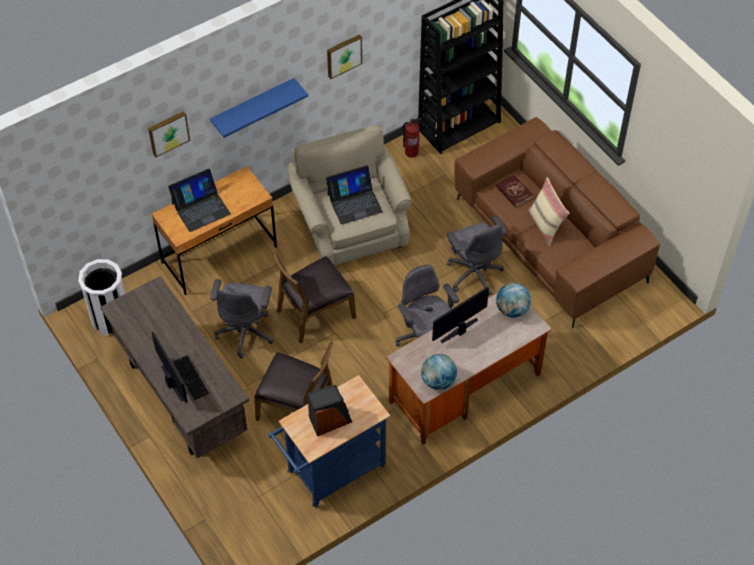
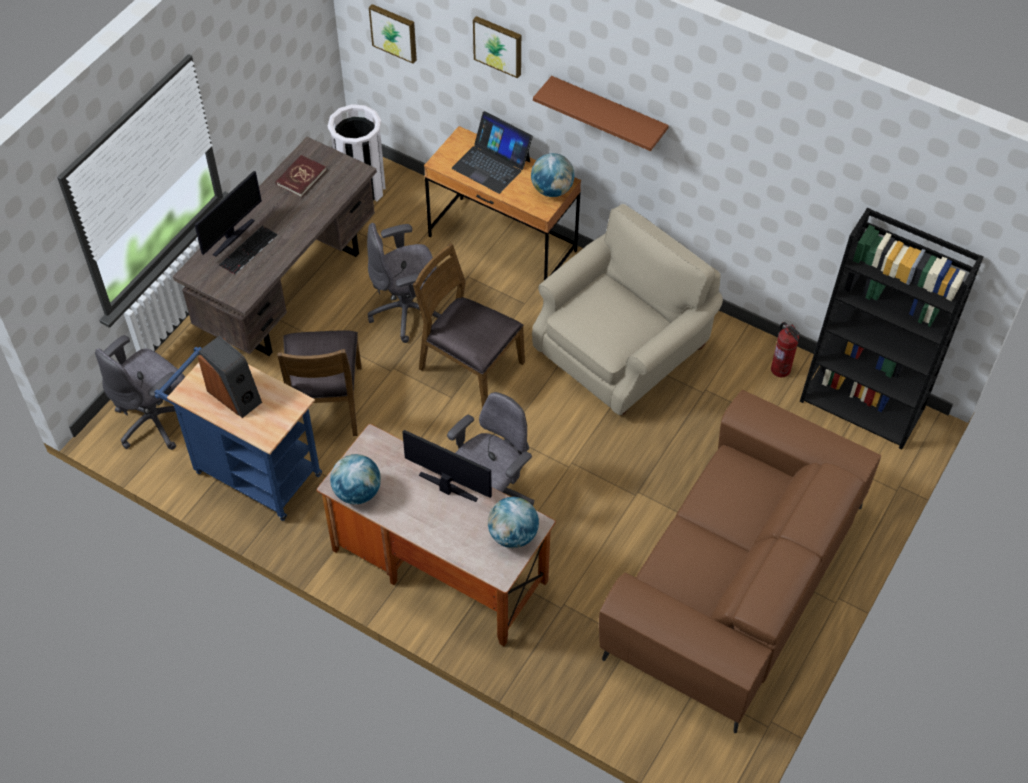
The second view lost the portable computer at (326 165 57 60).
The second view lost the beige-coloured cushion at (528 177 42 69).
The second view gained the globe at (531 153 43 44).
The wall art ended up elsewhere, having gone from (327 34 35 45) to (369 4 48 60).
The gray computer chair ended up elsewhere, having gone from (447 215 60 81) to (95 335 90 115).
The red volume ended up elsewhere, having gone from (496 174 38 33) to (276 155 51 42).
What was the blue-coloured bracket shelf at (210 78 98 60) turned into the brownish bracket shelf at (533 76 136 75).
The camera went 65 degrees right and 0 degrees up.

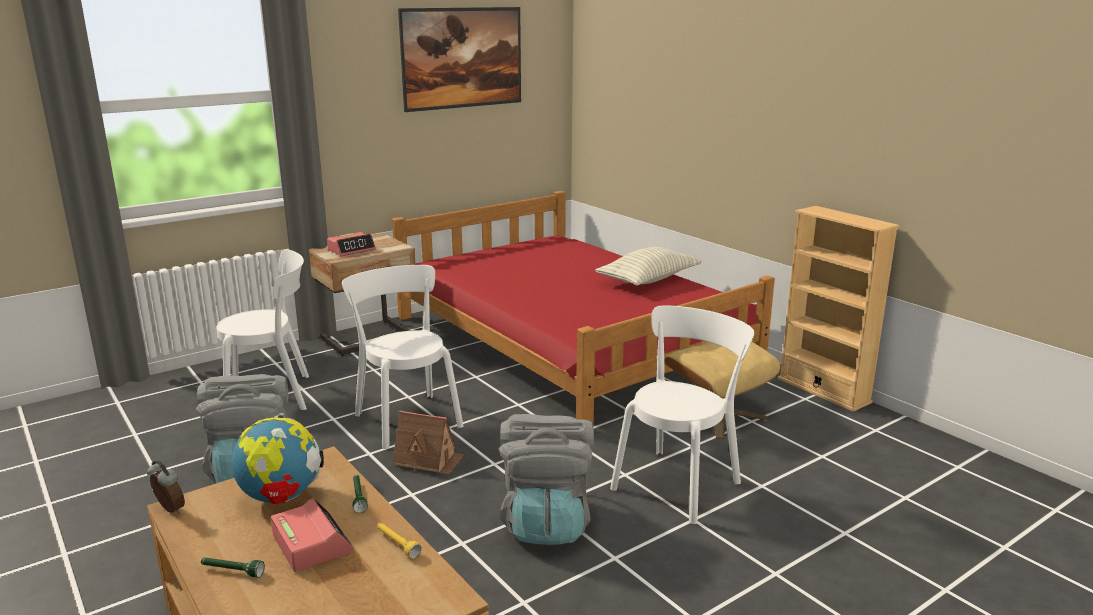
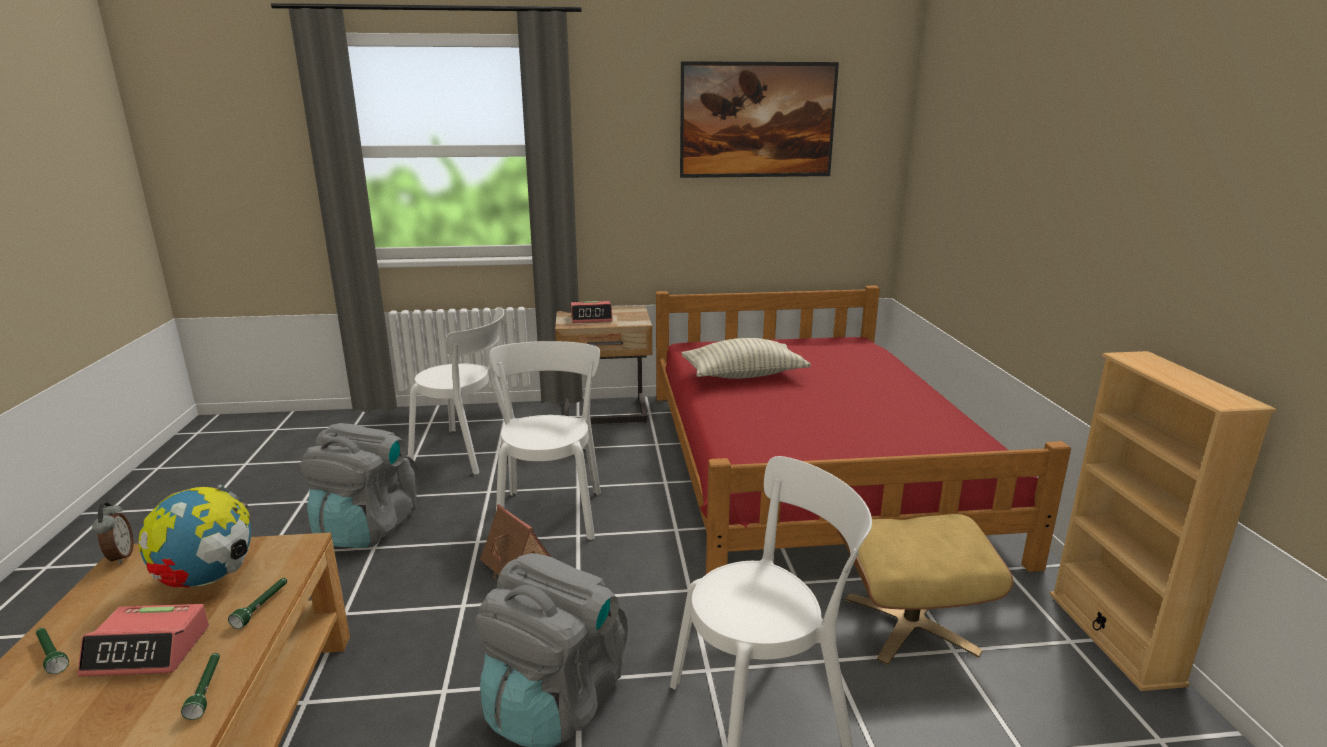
The cushion ended up elsewhere, having gone from (595 247 106 39) to (681 338 130 41).
What was the yellowish torch at (377 523 45 36) turned into the greenish torch at (181 653 39 67).
The bedside clock at (271 498 83 74) ended up facing another way, 90 degrees clockwise from before.
The camera went 30 degrees right and 0 degrees up.

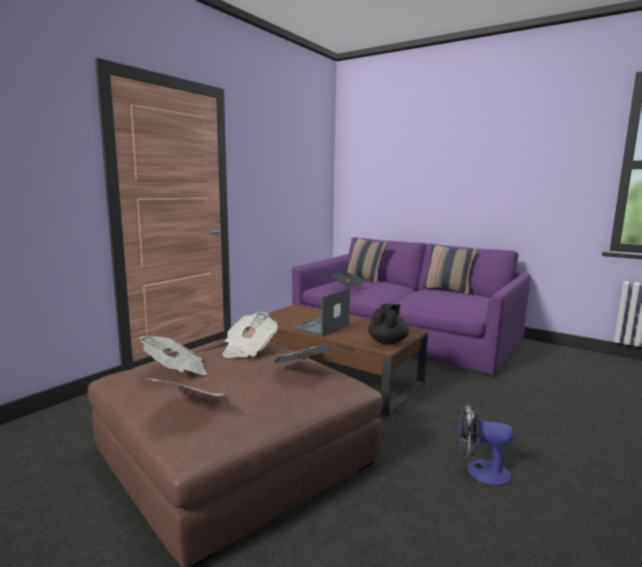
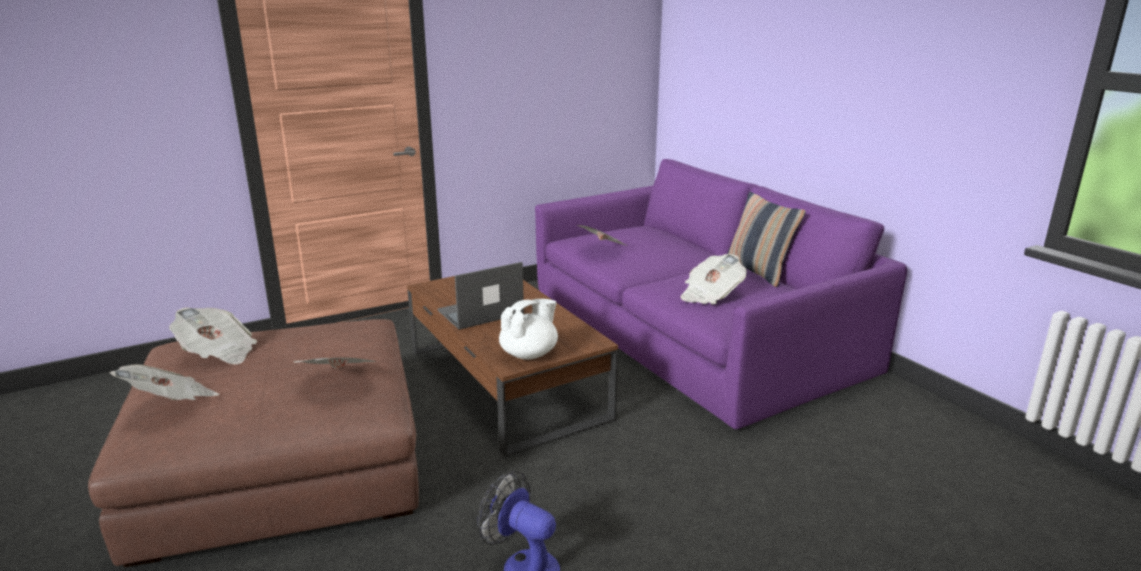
The second view lost the cushion at (347 238 41 45).
The daily paper ended up elsewhere, having gone from (222 312 56 46) to (680 254 67 51).
What was the black pot for tea at (368 304 41 40) turned into the whitish pot for tea at (499 299 59 61).
The camera went 25 degrees right and 10 degrees up.

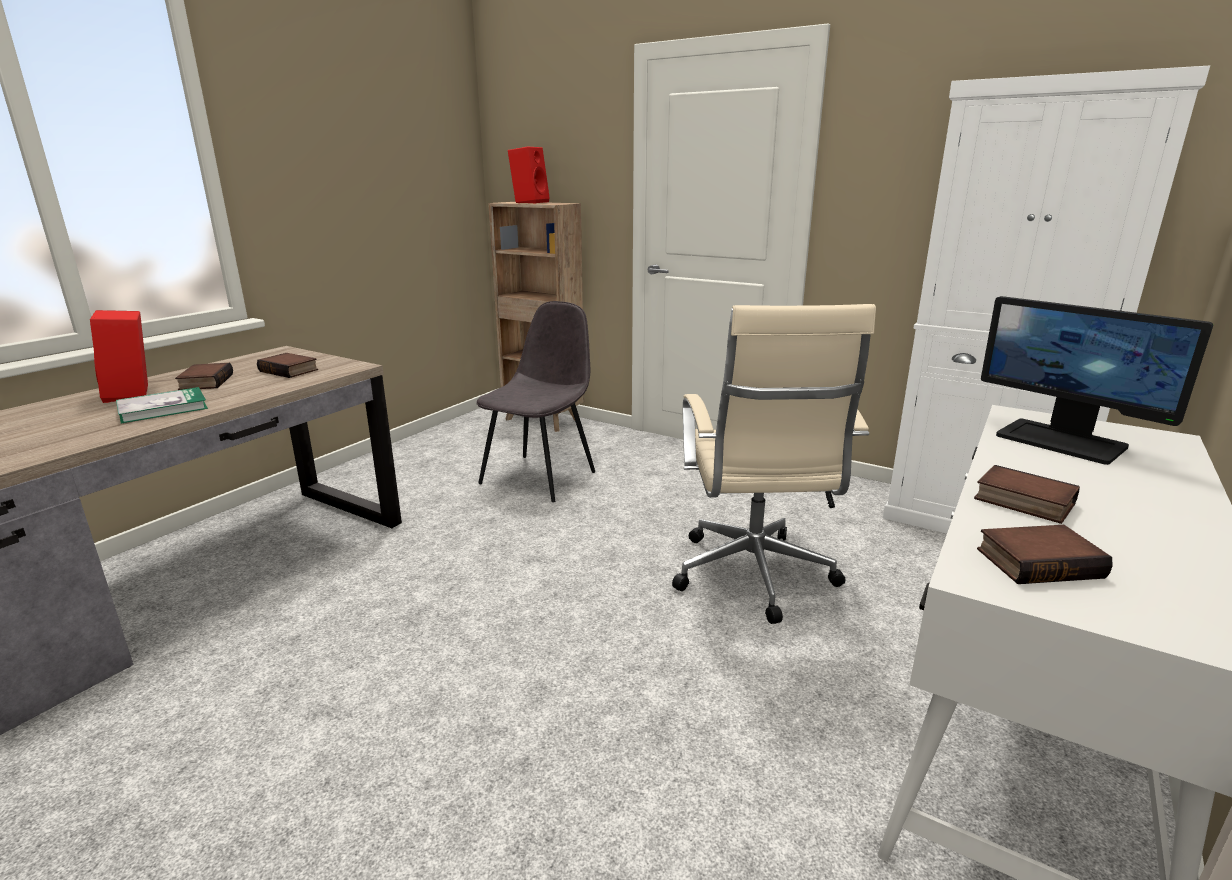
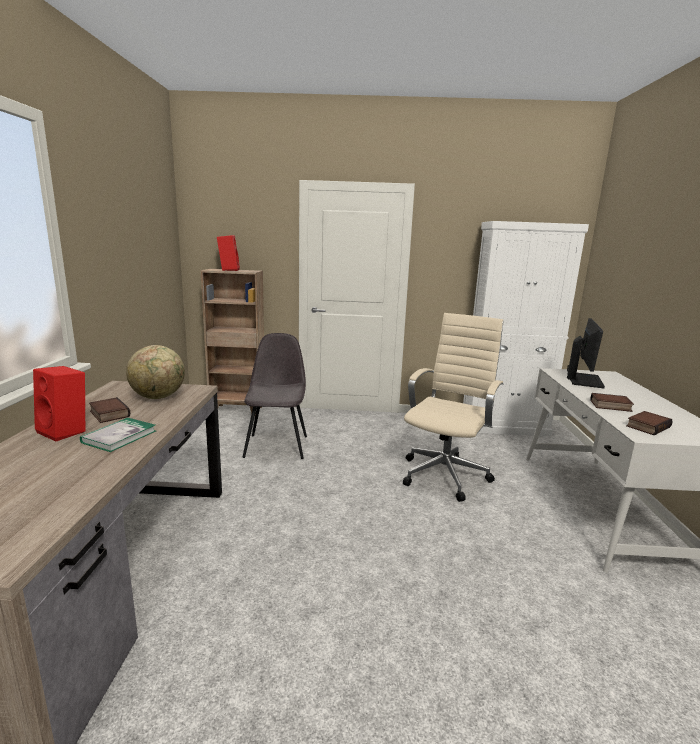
Where the volume stood at (257 353 61 25), the globe came to stand at (126 345 59 54).
The beige-coloured computer chair at (672 304 204 320) ended up facing another way, 120 degrees counterclockwise from before.
The computer screen at (981 296 232 169) ended up facing another way, 90 degrees counterclockwise from before.
The camera went 30 degrees left and 5 degrees down.

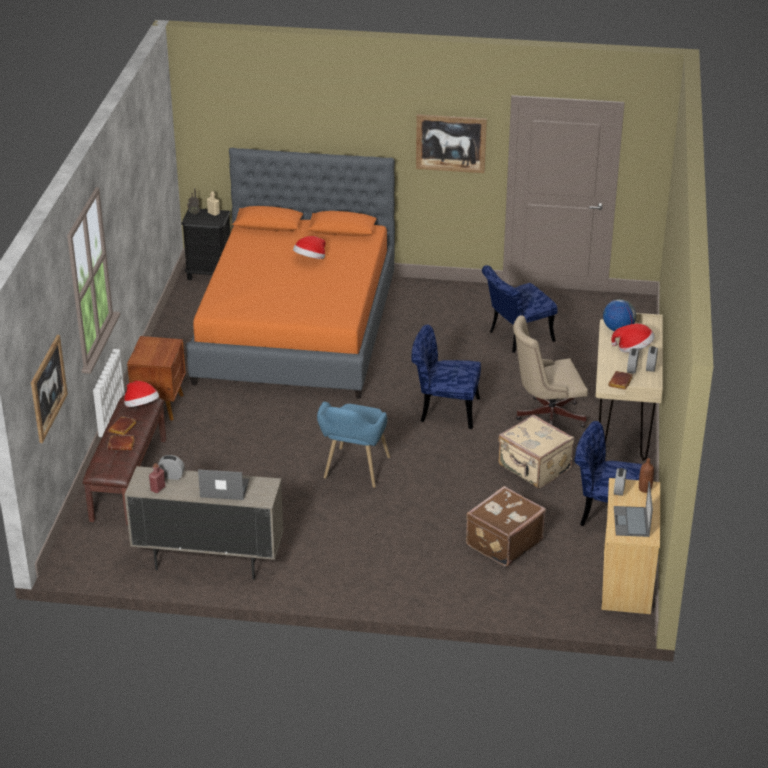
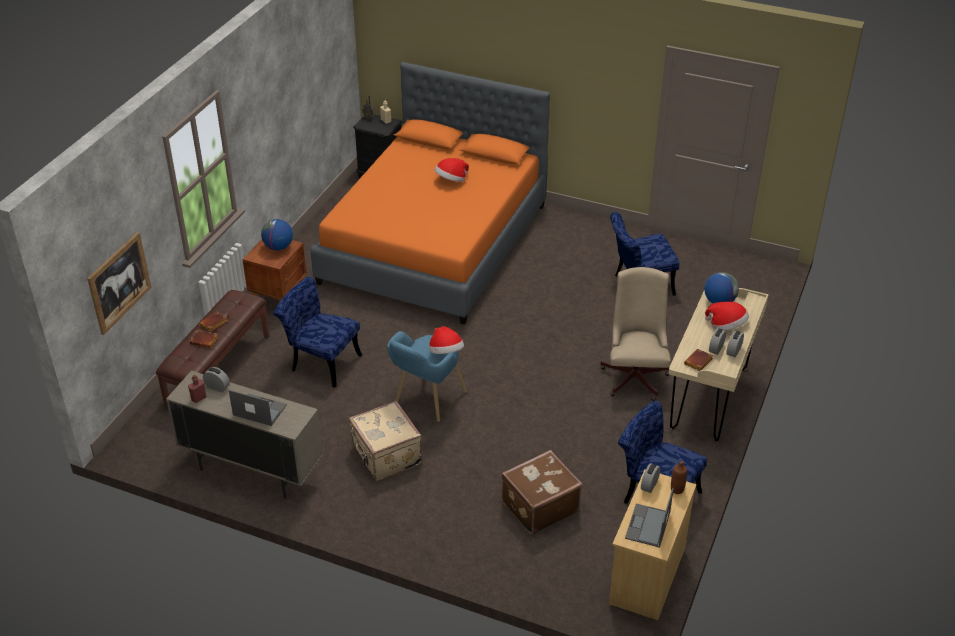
The second view lost the wall art at (416 114 71 59).
The second view gained the globe at (261 219 32 31).
The wearable hat ended up elsewhere, having gone from (124 381 35 26) to (429 326 35 28).
The blue-coloured chair ended up elsewhere, having gone from (411 325 70 104) to (273 276 89 112).
The beige-coloured piece of luggage ended up elsewhere, having gone from (498 414 76 74) to (349 401 74 80).
The beige-coloured computer chair at (513 315 75 113) ended up facing another way, 90 degrees clockwise from before.
The camera went 15 degrees right and 5 degrees up.

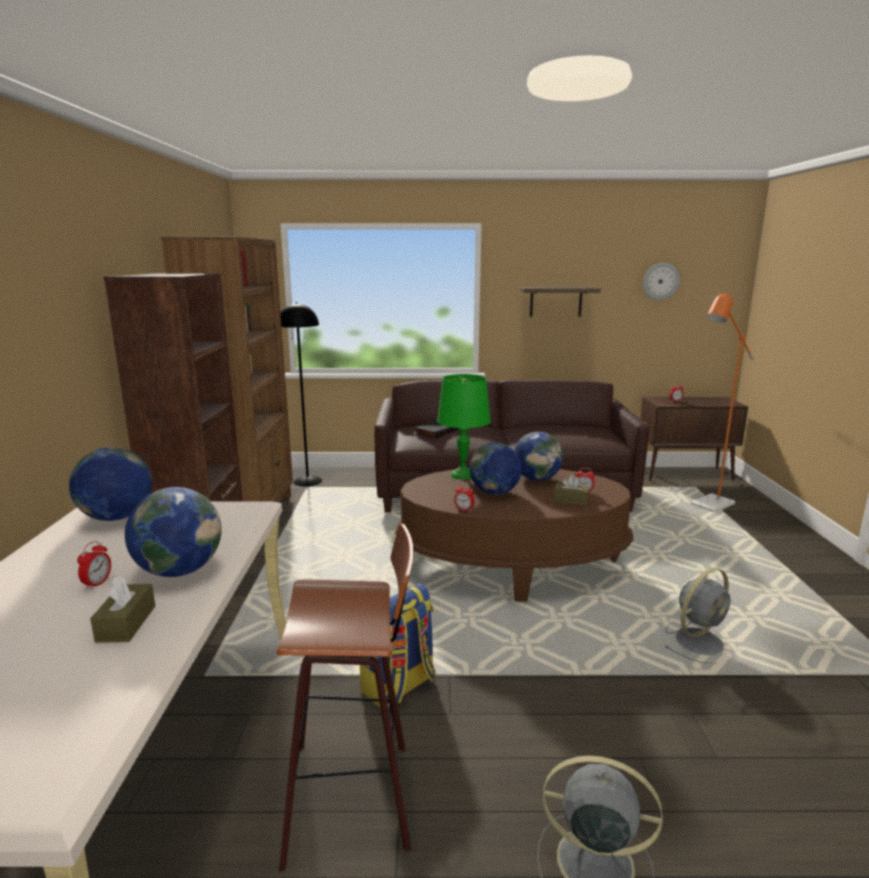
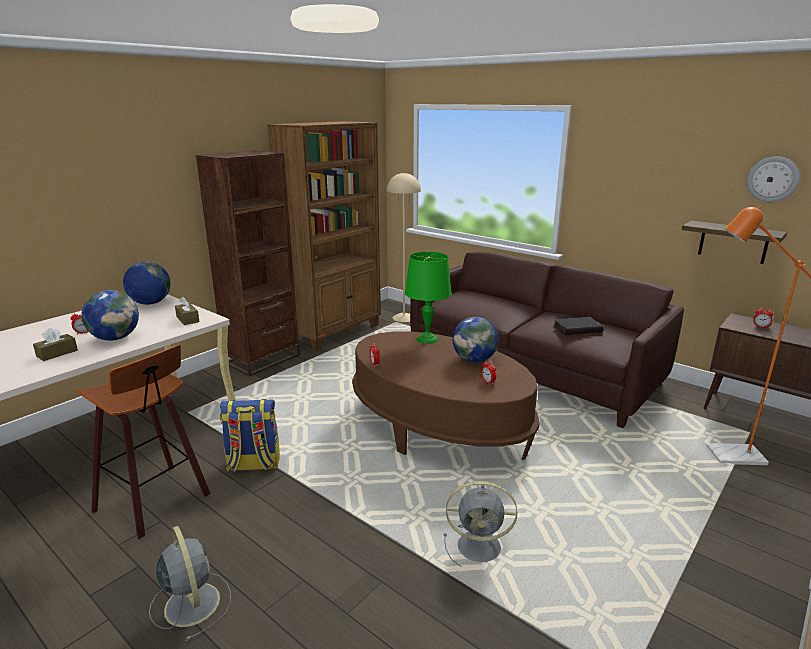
The second view lost the globe at (470 442 52 53).
The black volume ended up elsewhere, having gone from (415 421 44 17) to (553 317 50 18).
The bracket shelf ended up elsewhere, having gone from (520 287 81 30) to (682 221 105 43).
The brownish tissue holder ended up elsewhere, having gone from (554 475 35 31) to (175 297 24 28).
What was the black standing lamp at (280 302 42 185) turned into the beige-coloured standing lamp at (387 172 34 150).
The camera went 40 degrees right and 5 degrees up.

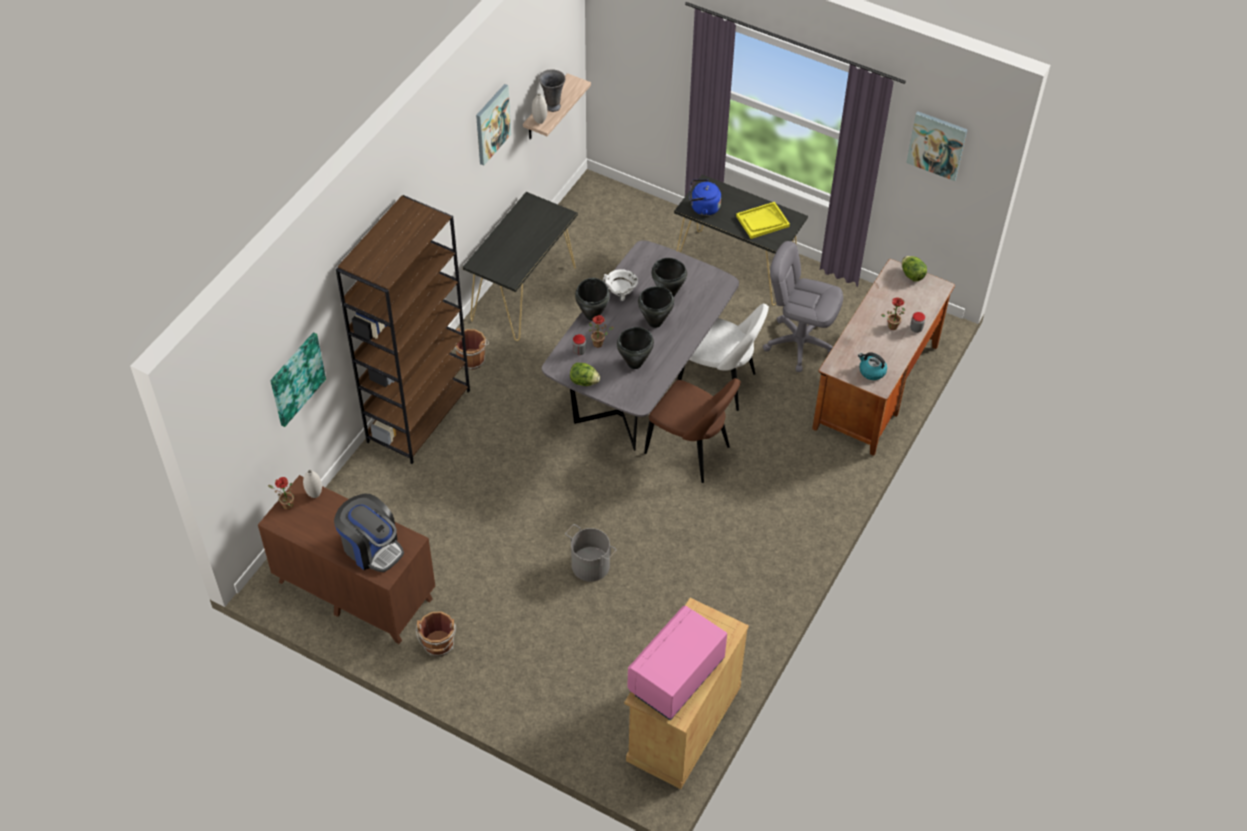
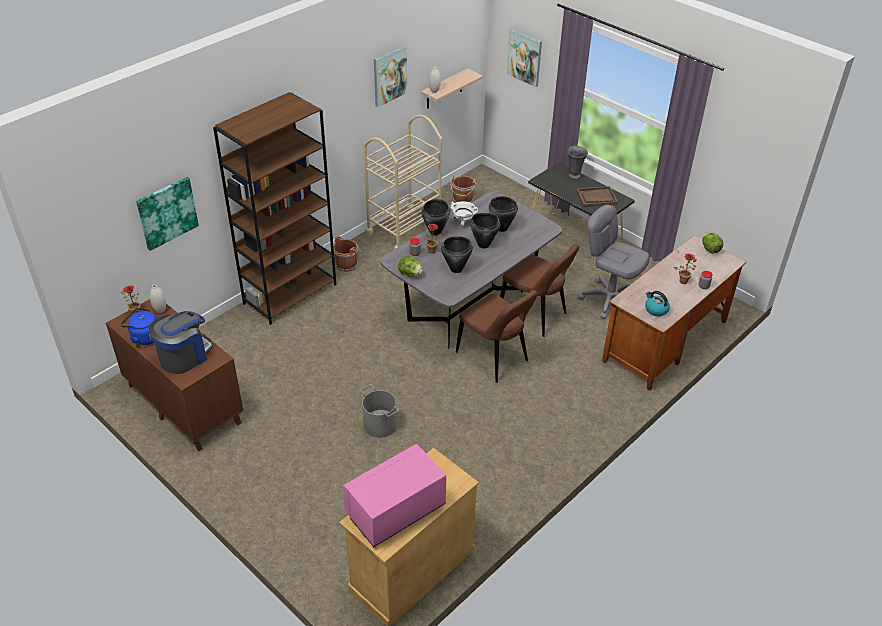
The brownish bucket ended up elsewhere, having gone from (416 612 40 45) to (451 176 25 27).
The gray vase ended up elsewhere, having gone from (539 69 26 43) to (567 146 21 33).
The blue-coloured kettle ended up elsewhere, having gone from (689 179 32 37) to (120 308 37 37).
The wall art ended up elsewhere, having gone from (906 111 62 70) to (507 29 35 58).
Where the black hall table stood at (463 192 115 149), the beige-coloured cart came to stand at (363 115 79 134).
What was the whitish chair at (677 304 92 107) turned into the brownish chair at (500 243 79 94).
What was the yellowish serving tray at (736 202 54 37) turned into the brownish serving tray at (576 186 42 21).
The coffee machine at (334 494 70 78) ended up facing another way, 105 degrees counterclockwise from before.
The camera went 15 degrees right and 10 degrees down.

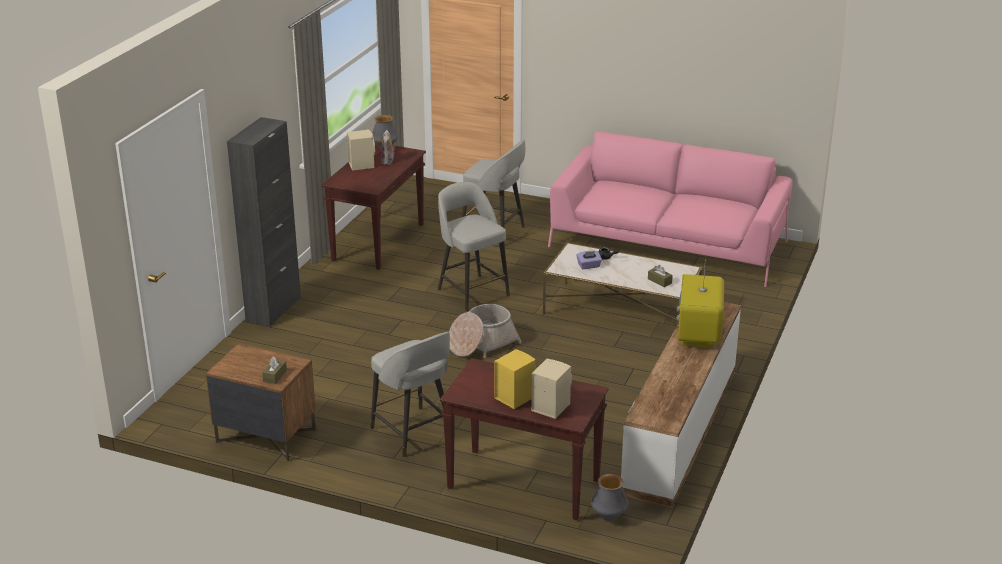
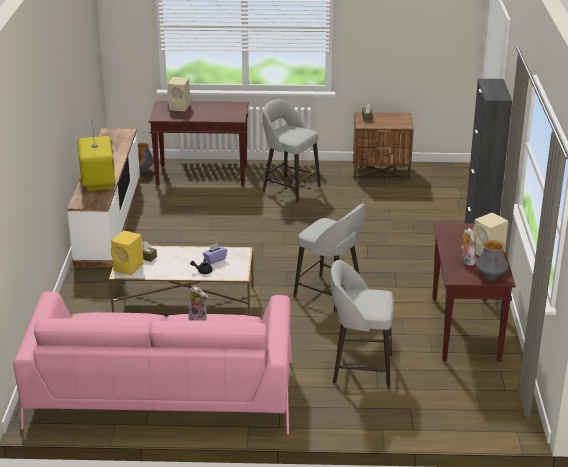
The second view lost the household basket at (449 304 73 54).
The second view gained the cuddly toy at (189 286 20 35).
The yellowish audio speaker ended up elsewhere, having gone from (494 349 43 60) to (111 230 33 45).
The camera went 160 degrees right and 0 degrees up.

